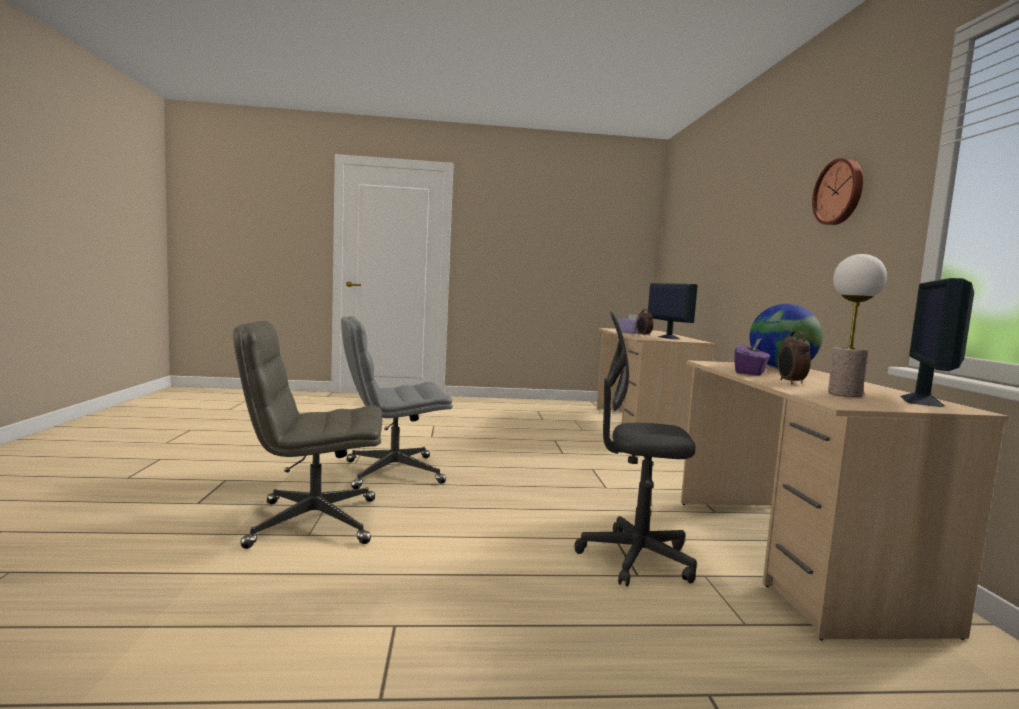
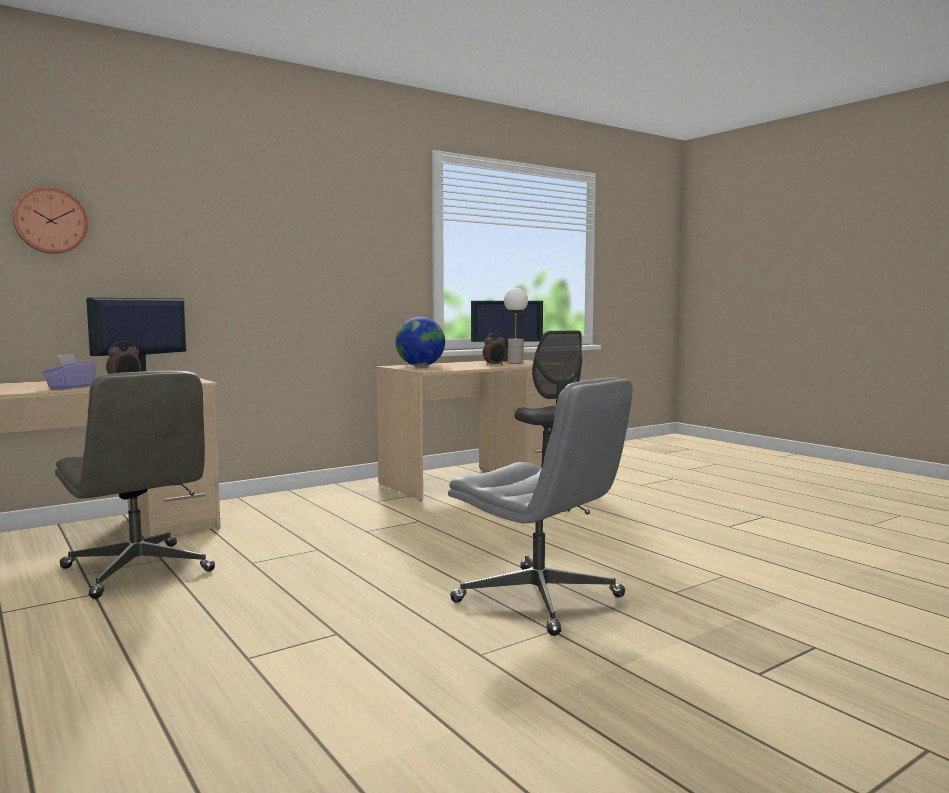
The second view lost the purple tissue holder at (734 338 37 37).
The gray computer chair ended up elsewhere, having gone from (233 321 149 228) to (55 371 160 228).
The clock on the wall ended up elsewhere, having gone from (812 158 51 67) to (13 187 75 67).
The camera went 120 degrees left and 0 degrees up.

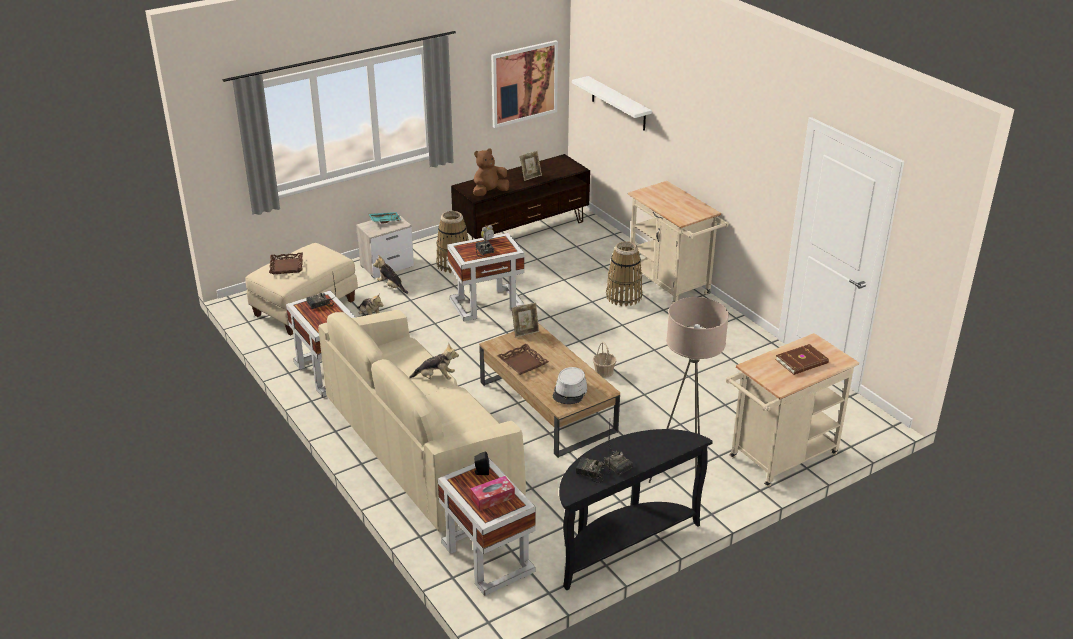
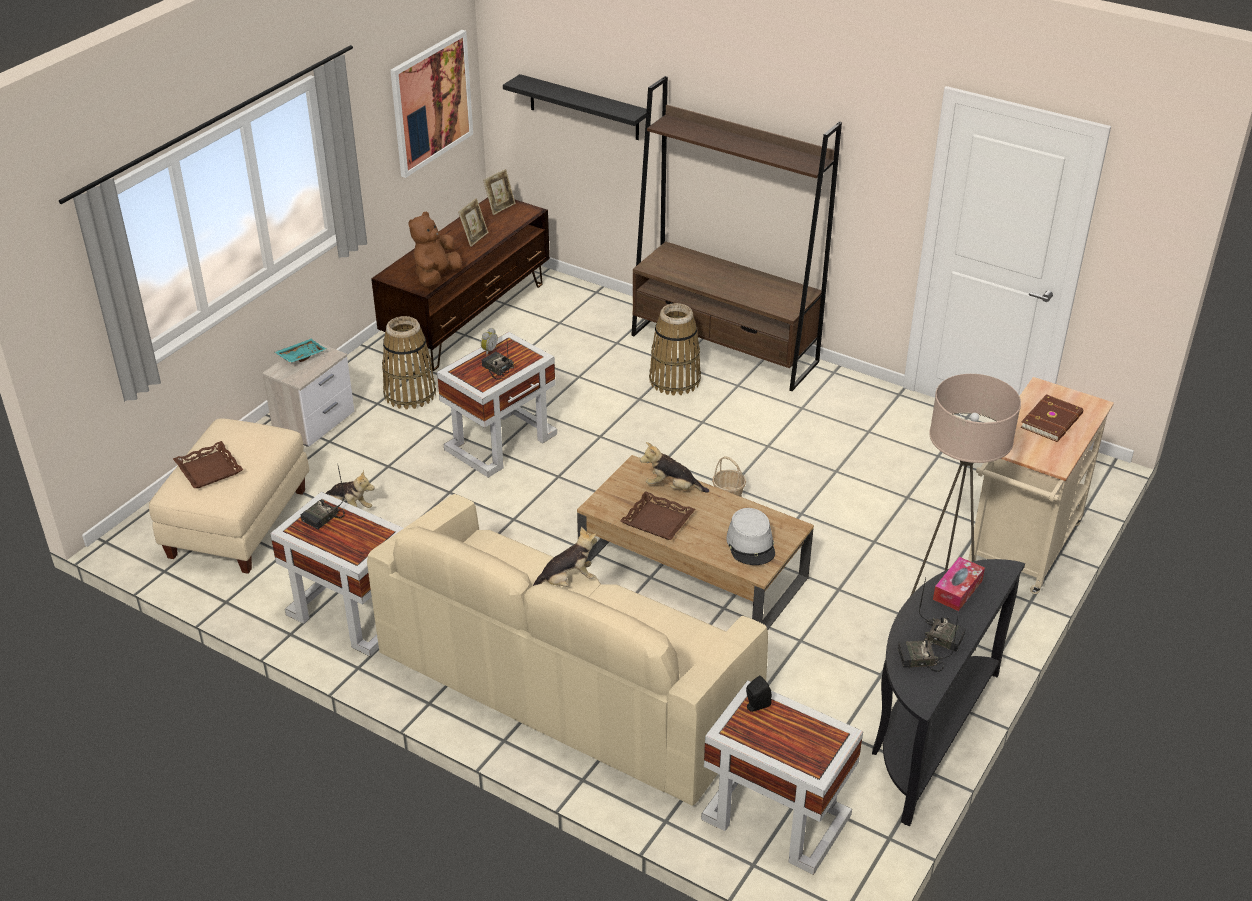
The cuddly toy ended up elsewhere, having gone from (373 255 35 39) to (640 442 69 51).
The tissue holder ended up elsewhere, having gone from (470 476 45 35) to (933 557 52 54).
The picture frame ended up elsewhere, having gone from (512 303 27 34) to (483 169 32 46).
Where the beige-coloured cart stood at (628 181 101 124), the brownish bookcase came to stand at (631 76 211 315).
What was the whitish bracket shelf at (572 76 80 55) turned into the black bracket shelf at (503 74 144 66).
The camera went 25 degrees left and 5 degrees up.

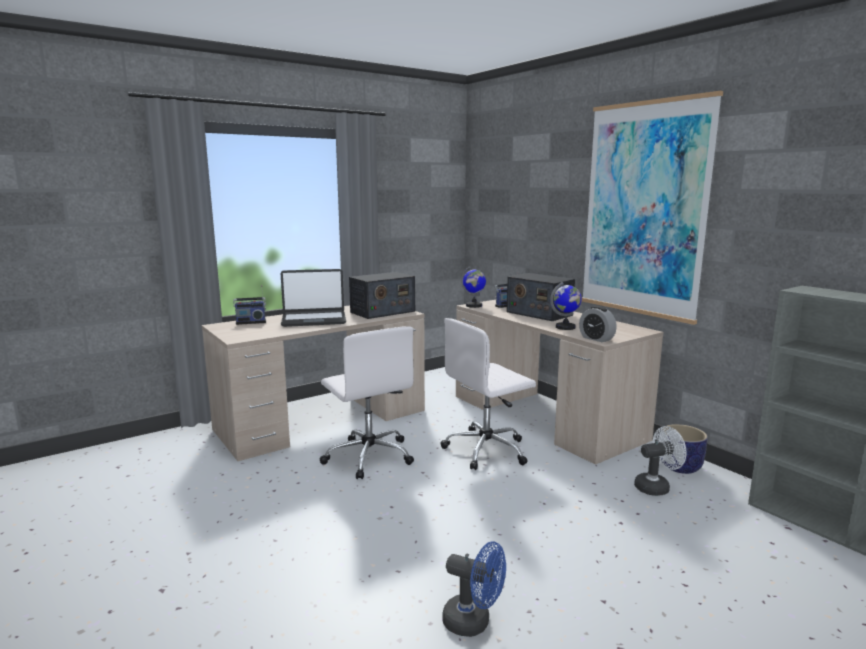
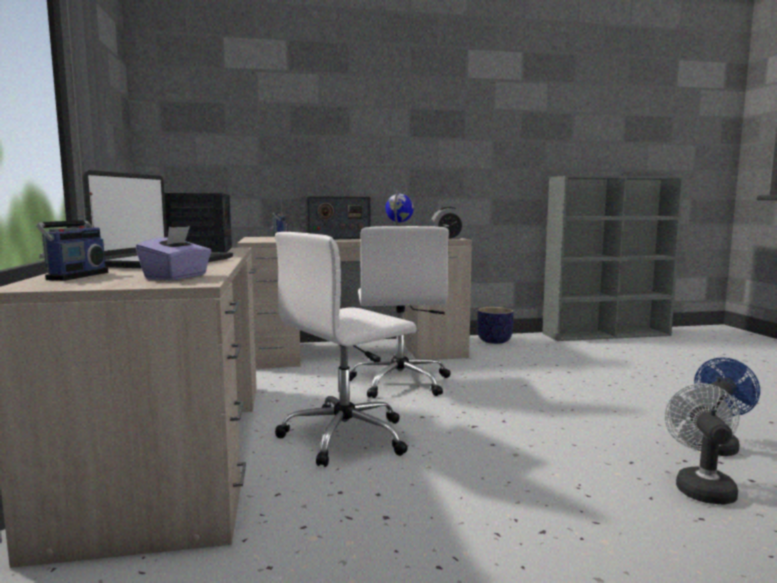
The second view lost the globe at (461 266 25 42).
The second view lost the wall art at (581 91 142 234).
The second view gained the purple tissue holder at (136 226 76 54).
The whitish electric fan ended up elsewhere, having gone from (634 426 52 70) to (665 383 75 122).
The whitish computer chair at (320 327 94 152) ended up facing another way, 150 degrees clockwise from before.
The camera went 65 degrees left and 5 degrees down.

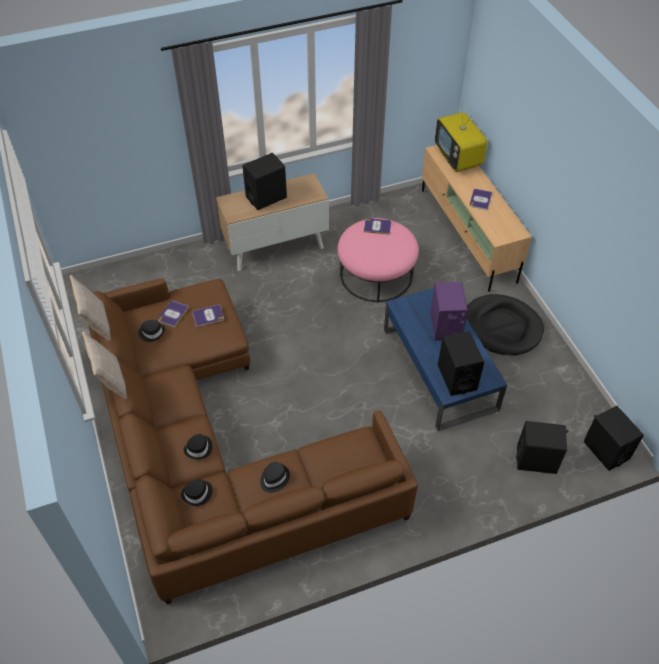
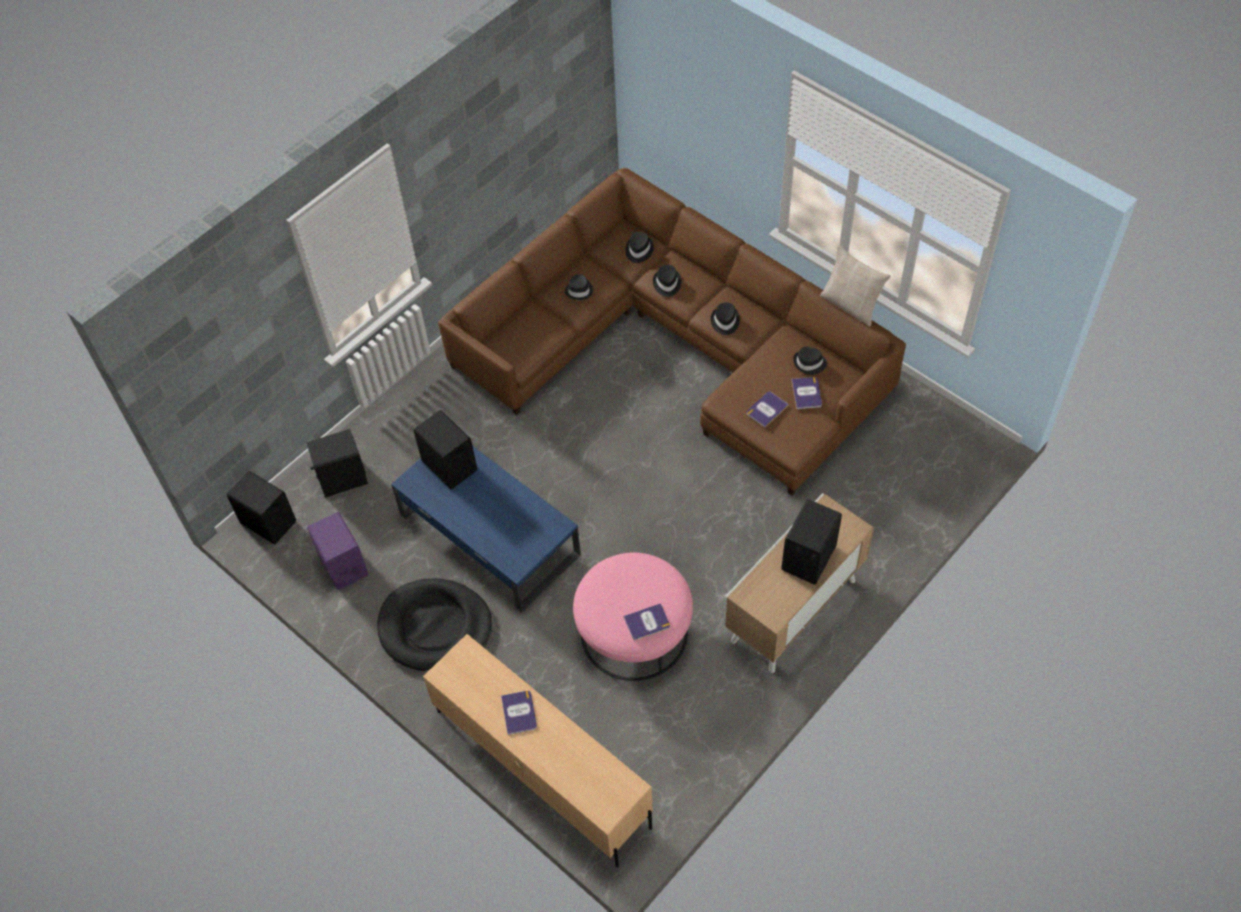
The second view lost the beige-coloured cushion at (82 331 45 68).
The second view lost the TV at (435 103 53 69).
The second view gained the black wearable hat at (711 302 29 33).
The purple audio speaker ended up elsewhere, having gone from (431 282 37 59) to (307 512 61 78).
The camera went 155 degrees right and 5 degrees up.

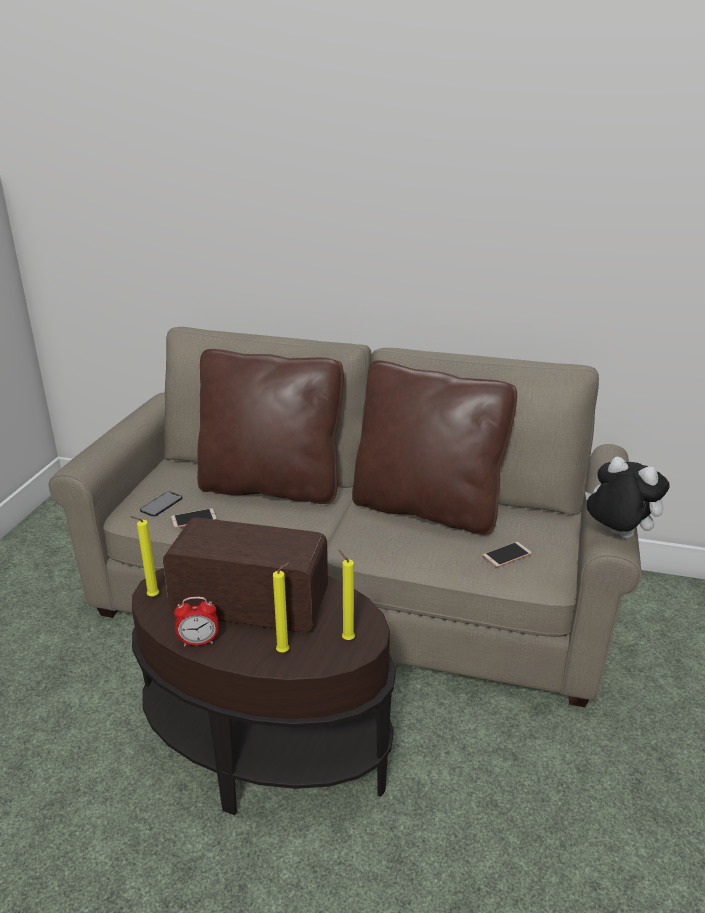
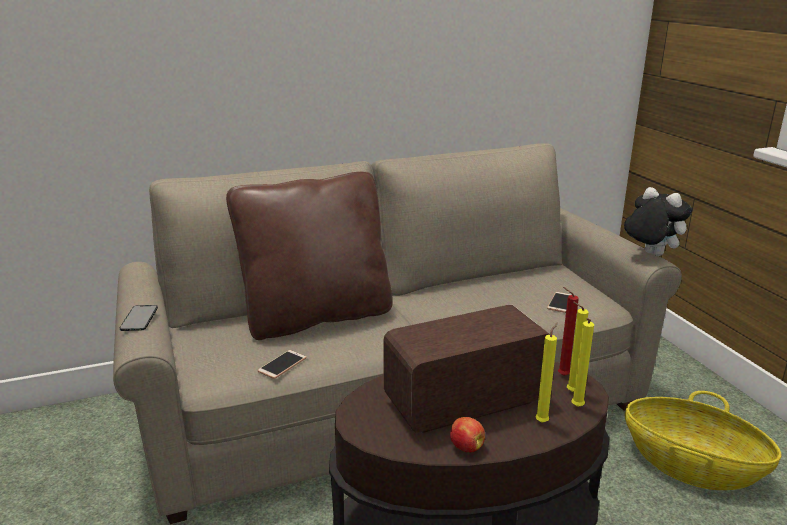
The second view lost the brownish cushion at (352 360 165 175).
The second view gained the red wax candle at (558 287 21 89).
The second view gained the household basket at (625 391 157 99).
The yellowish wax candle ended up elsewhere, having gone from (130 516 29 81) to (571 318 23 89).
The handset ended up elsewhere, having gone from (140 491 43 26) to (120 305 38 26).
Where the bedside clock stood at (174 597 45 50), the apple came to stand at (450 417 35 36).
The cuddly toy at (585 457 85 82) ended up facing another way, 45 degrees clockwise from before.
The camera went 35 degrees left and 5 degrees down.

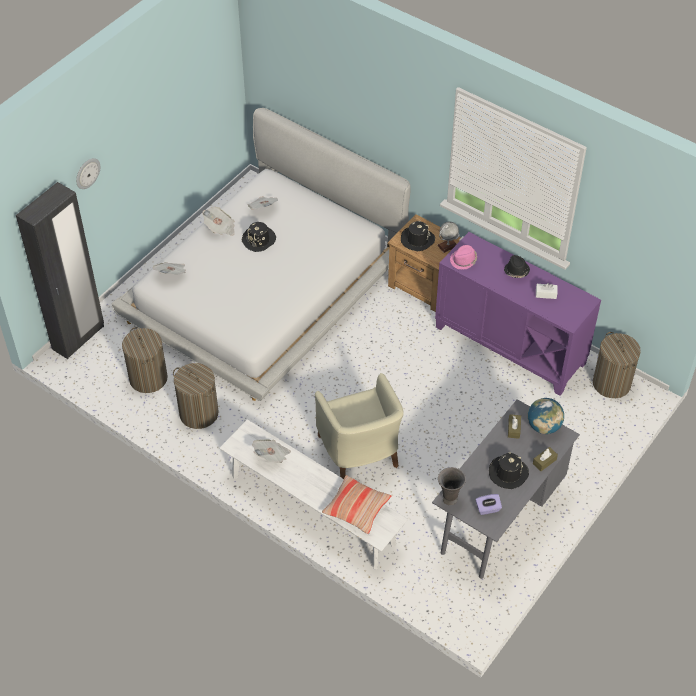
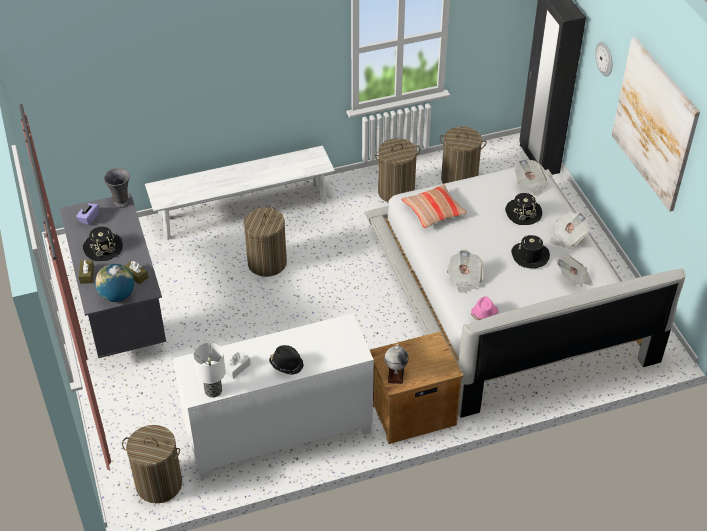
The second view gained the tabletop lamp at (193 343 33 55).
The second view gained the wall art at (612 37 88 175).
The daily paper ended up elsewhere, having gone from (252 439 39 24) to (447 250 37 43).
The cushion ended up elsewhere, having gone from (322 475 69 59) to (401 184 66 44).
The black wearable hat ended up elsewhere, having gone from (401 221 34 30) to (505 193 37 32).
The pinkish wearable hat ended up elsewhere, having gone from (450 245 27 24) to (471 296 28 24).
Where the beige-coloured lounge chair stood at (315 373 89 106), the hamper came to stand at (244 206 43 71).
What was the purple cupboard at (435 232 166 164) turned into the whitish cupboard at (173 313 201 167).
The camera went 125 degrees right and 5 degrees down.

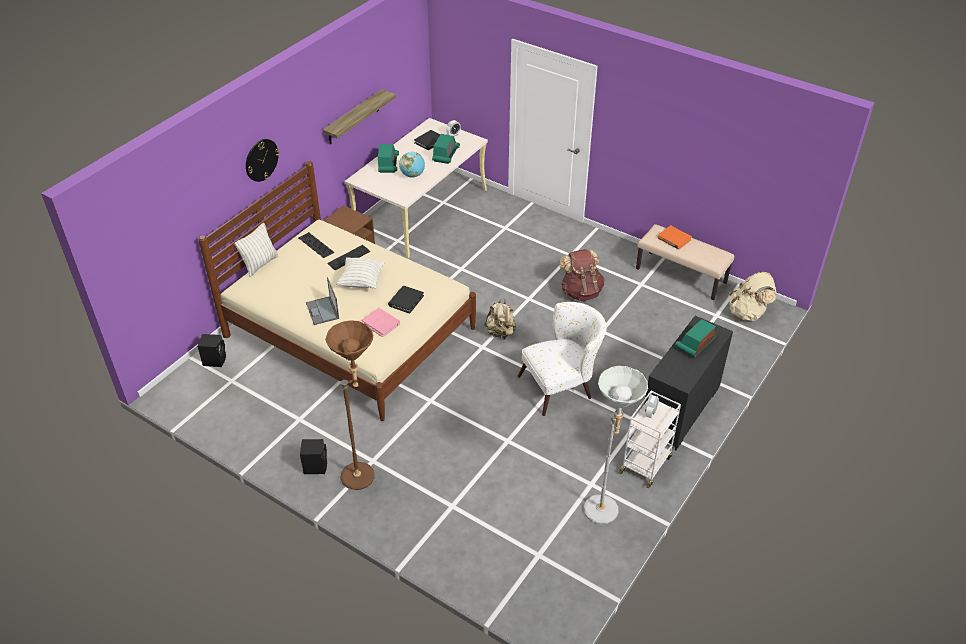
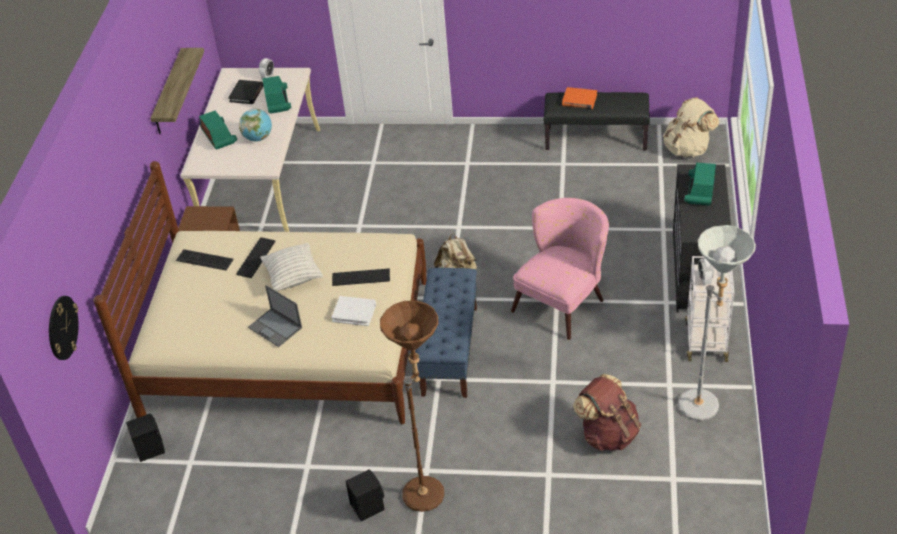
The second view lost the cushion at (234 223 45 54).
The second view gained the blue-coloured long seat at (415 268 62 130).
The clock on the wall ended up elsewhere, having gone from (246 139 33 43) to (49 296 29 64).
The brownish backpack ended up elsewhere, having gone from (559 249 46 52) to (573 374 68 77).
Where the black volume stood at (388 286 36 28), the keyboard came to stand at (332 268 58 18).
What was the pinkish volume at (361 308 39 29) turned into the whitish volume at (331 296 45 30).
What was the whitish lounge chair at (518 302 89 114) turned into the pinkish lounge chair at (511 198 98 142).
What was the beige-coloured long seat at (636 224 98 76) turned into the black long seat at (543 92 107 59).
The camera went 25 degrees left and 0 degrees up.

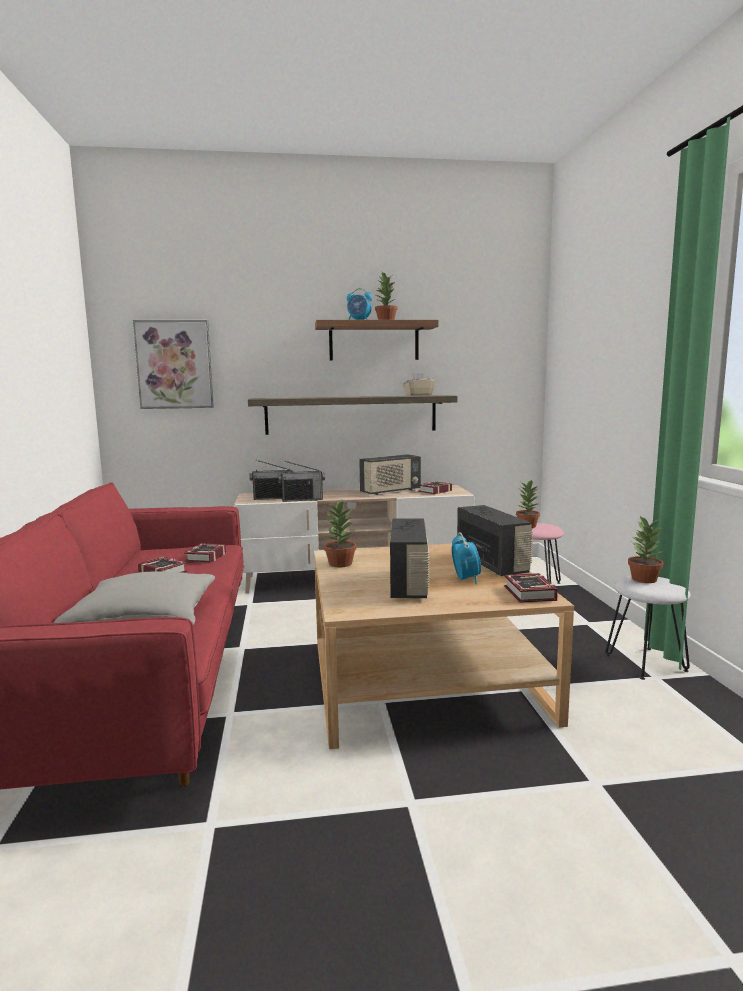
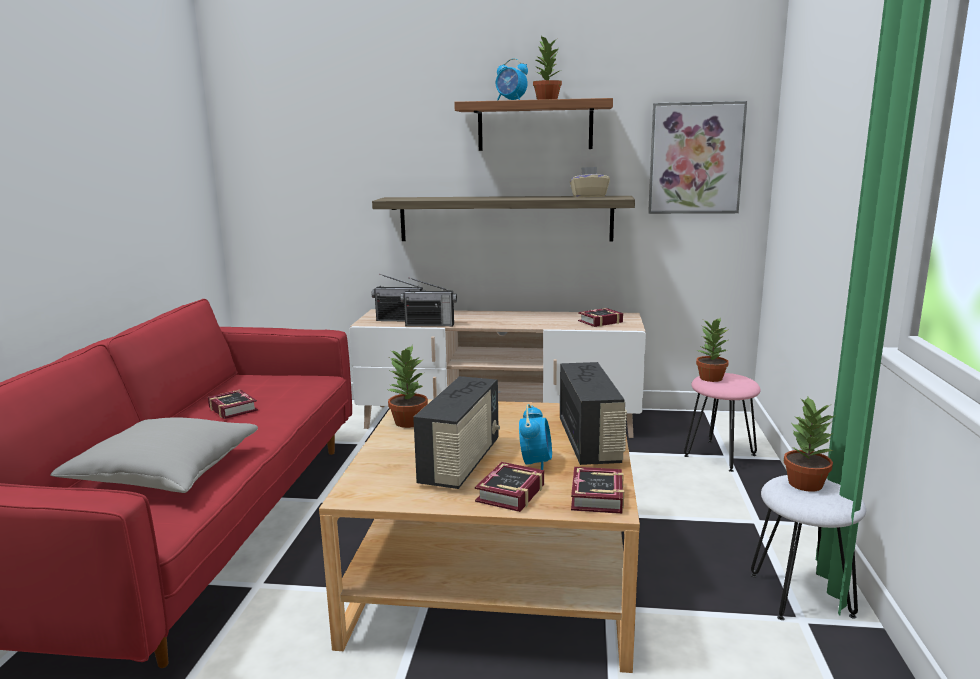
The second view lost the radio receiver at (359 454 62 41).
The wall art ended up elsewhere, having gone from (133 320 81 89) to (648 101 99 113).
The volume ended up elsewhere, having gone from (184 543 42 20) to (475 462 69 50).
The camera went 15 degrees right and 5 degrees up.

